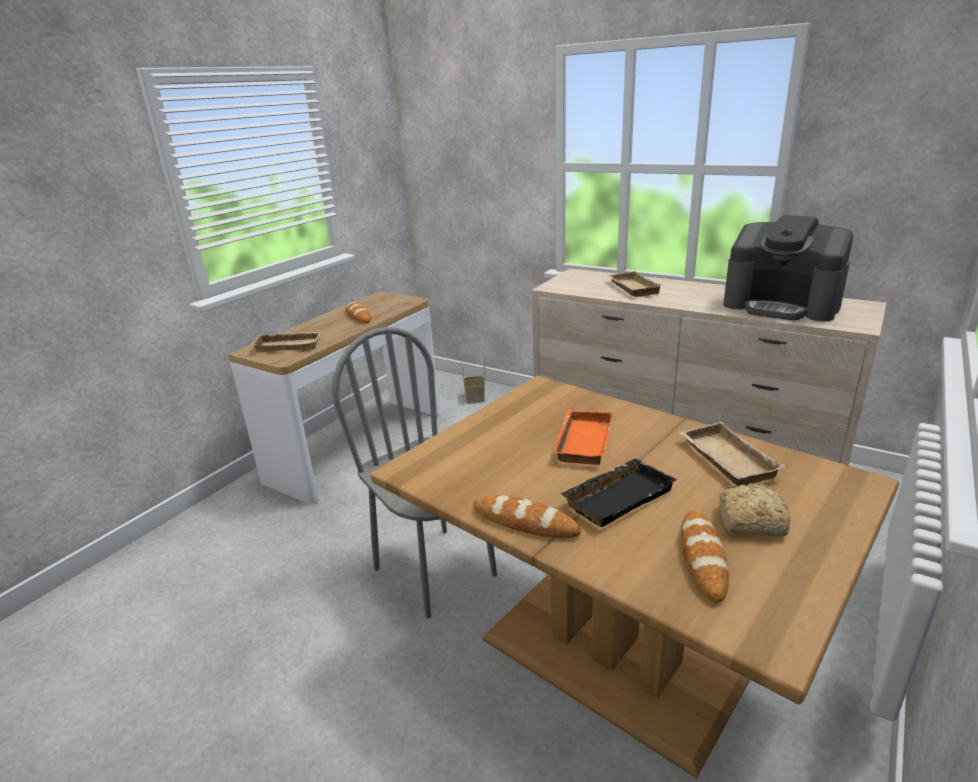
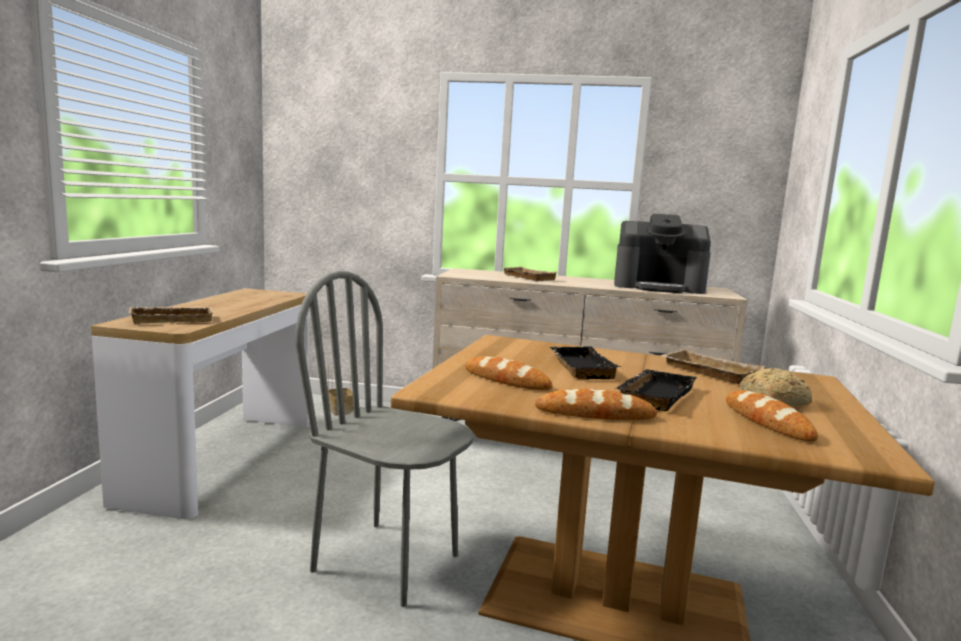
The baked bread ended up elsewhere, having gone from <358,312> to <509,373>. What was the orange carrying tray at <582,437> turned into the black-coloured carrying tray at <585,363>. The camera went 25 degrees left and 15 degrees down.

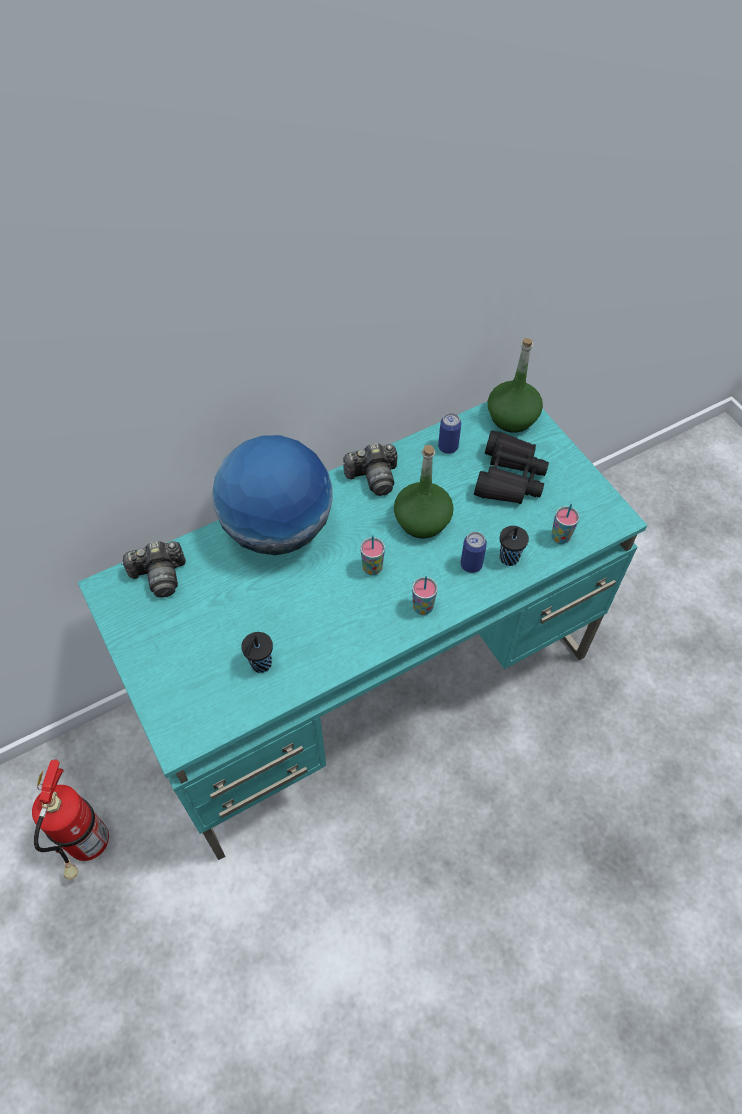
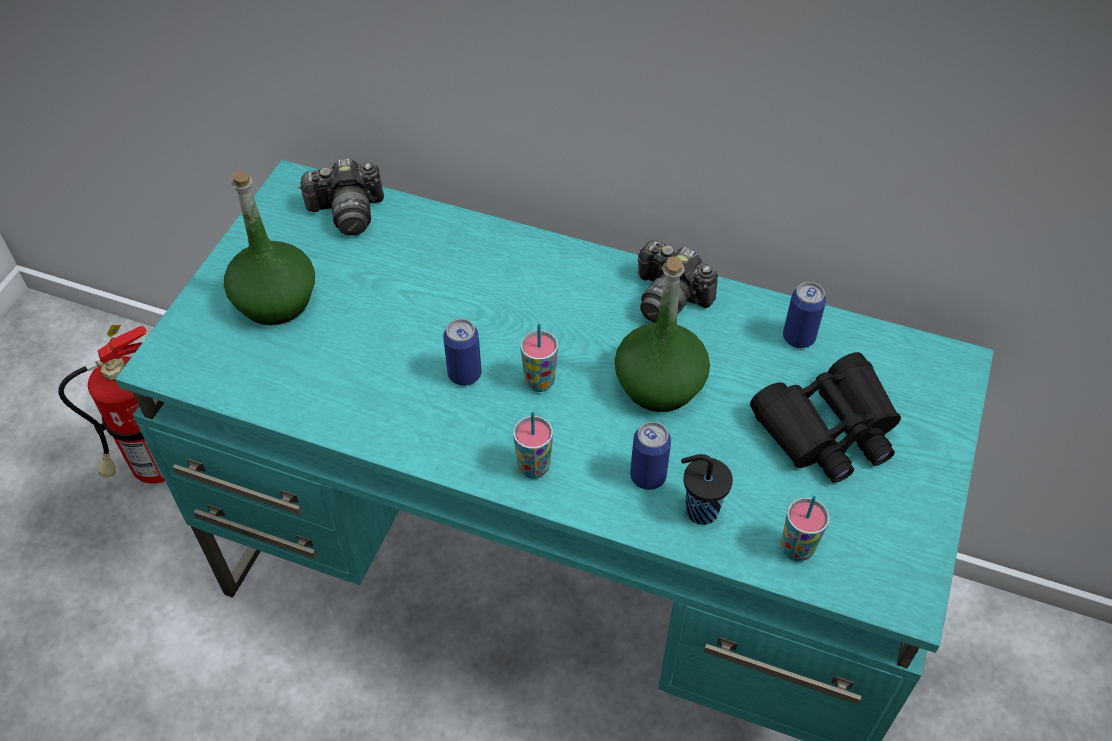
The photo camera at <153,569> ended up facing another way, 45 degrees counterclockwise from before. The second view lost the desk globe at <272,495>. The second view lost the black-coloured cup at <257,652>. The greenish bottle ended up elsewhere, having gone from <515,385> to <269,248>. The second view gained the sealed can at <462,352>. The camera went 50 degrees right and 5 degrees down.

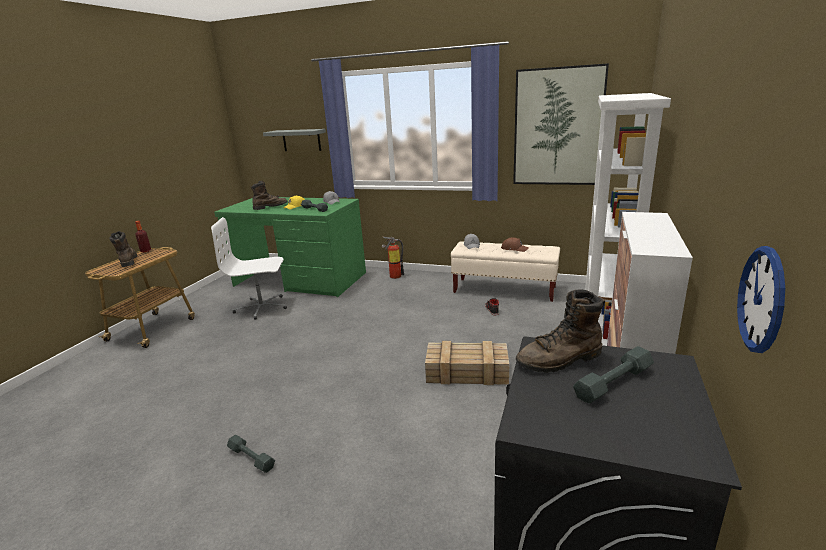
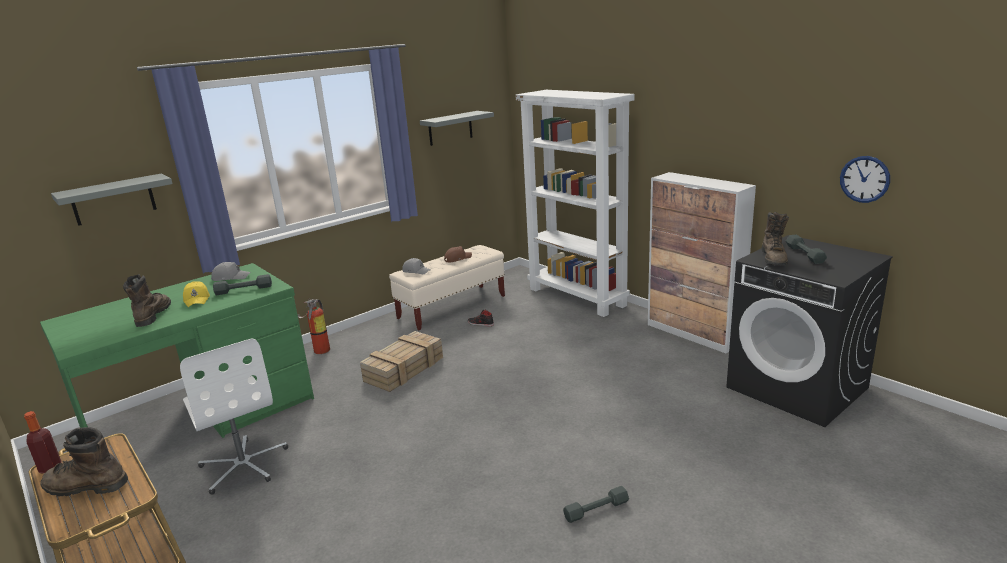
The whitish computer chair at <249,268> ended up facing another way, 60 degrees counterclockwise from before. The crate ended up elsewhere, having gone from <467,363> to <401,361>. Where the wall art hung at <561,124>, the gray wall shelf came to hang at <457,128>. The camera went 60 degrees left and 0 degrees up.

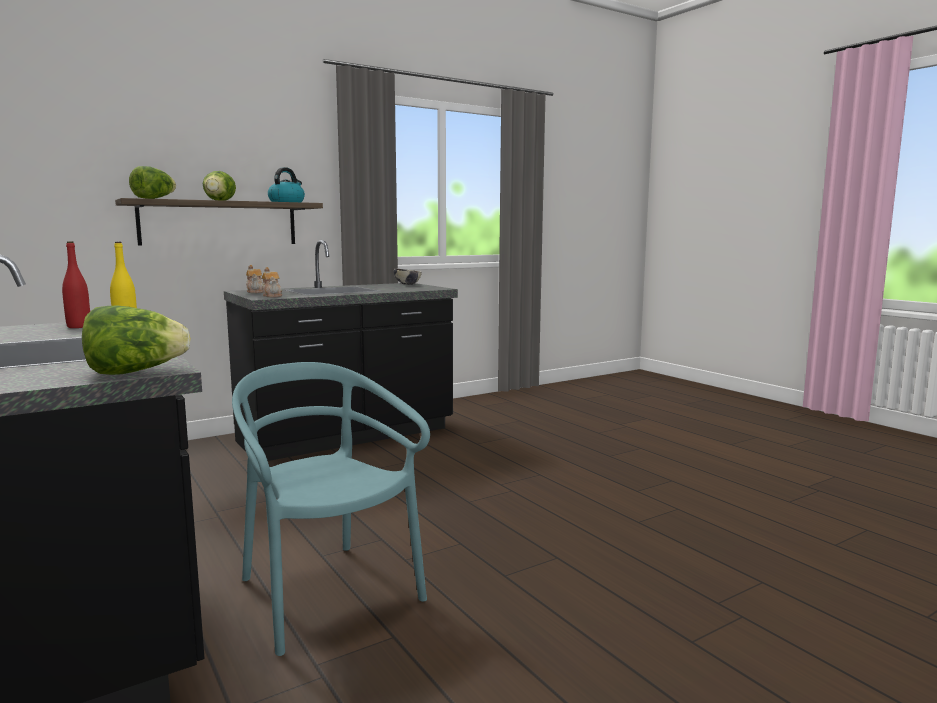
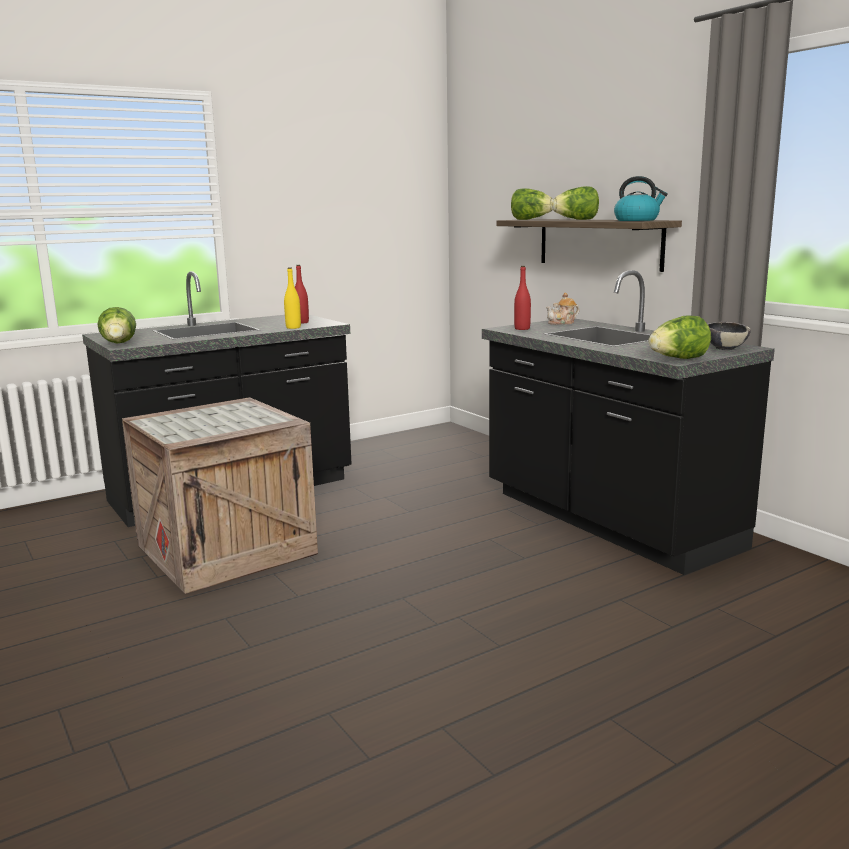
Where the turquoise-coloured upright chair stood at <331,509>, the crate came to stand at <220,495>. Where the teapot stood at <272,282>, the red bottle came to stand at <522,298>. The second view gained the head of lettuce at <679,337>. The camera went 90 degrees right and 5 degrees up.

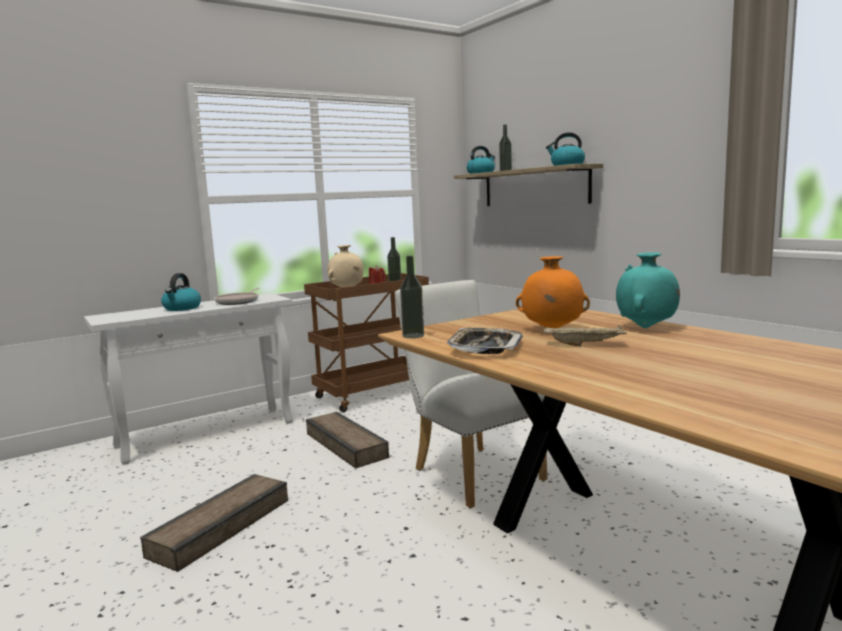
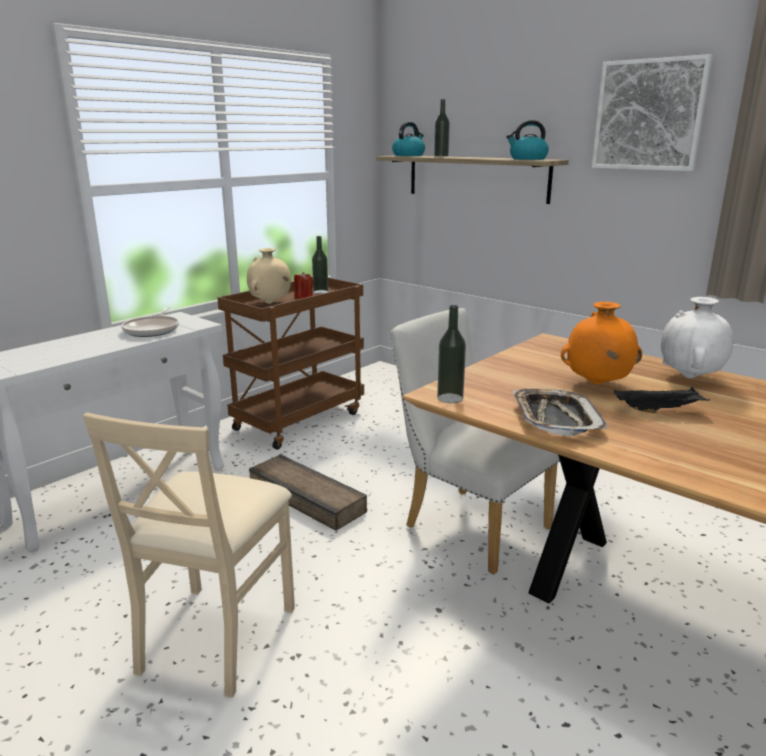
Where the crate stood at <214,523>, the beige-coloured upright chair came to stand at <189,555>. The second view lost the tea kettle at <181,292>. What was the beige-coloured carrying tray at <585,335> turned into the black-coloured carrying tray at <662,400>. What was the turquoise-coloured vase at <648,290> turned into the whitish vase at <697,337>. The second view gained the wall art at <652,112>. The camera went 15 degrees left and 10 degrees up.

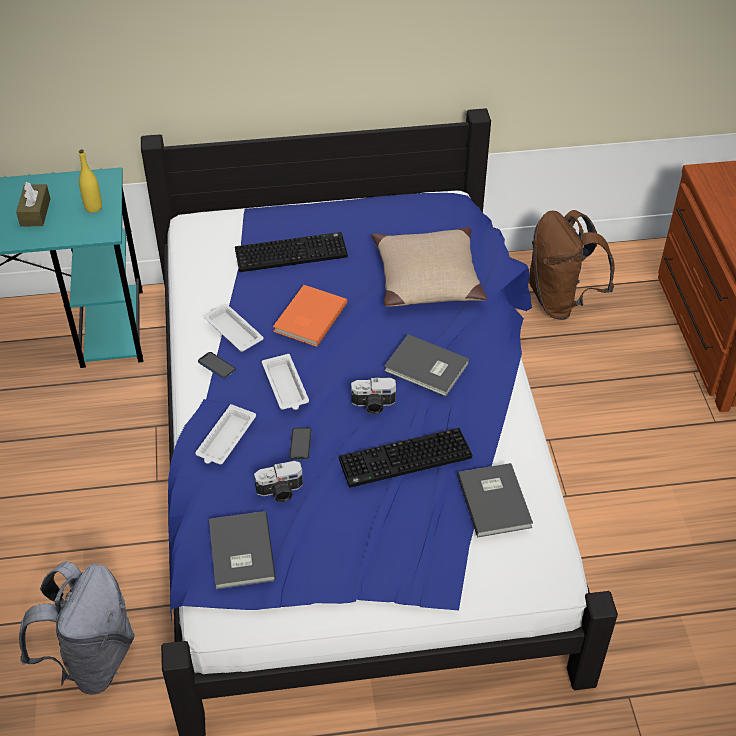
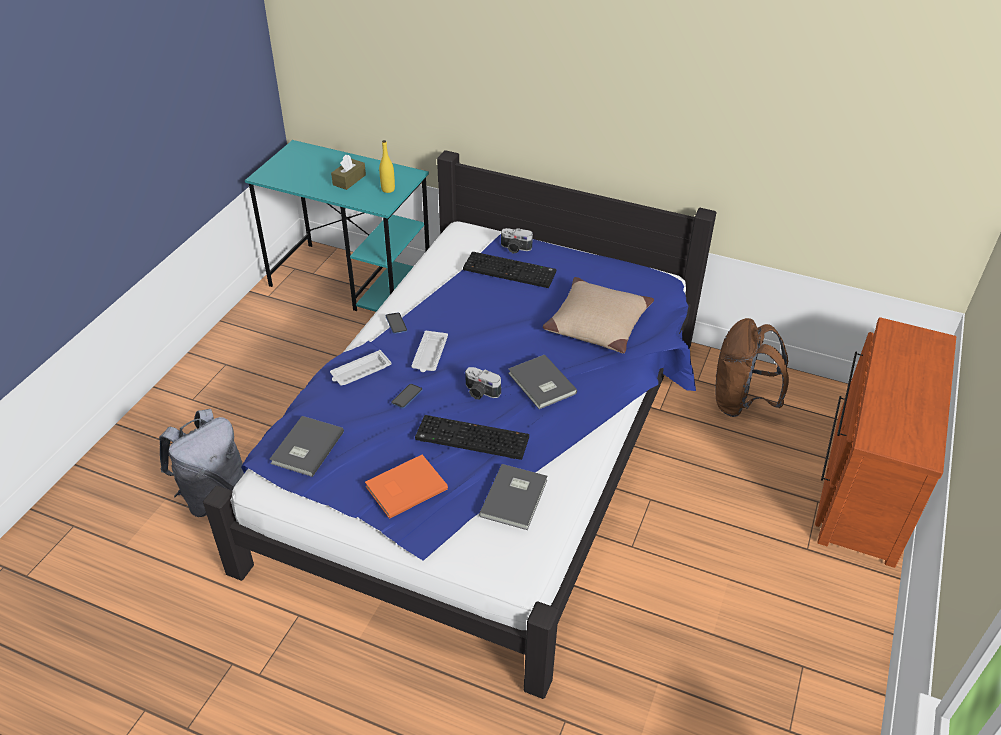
The second view lost the whitish carrying tray at <234,328>. The photo camera ended up elsewhere, having gone from <278,481> to <517,241>. The orange book ended up elsewhere, having gone from <310,316> to <406,487>. The camera went 30 degrees right and 5 degrees down.

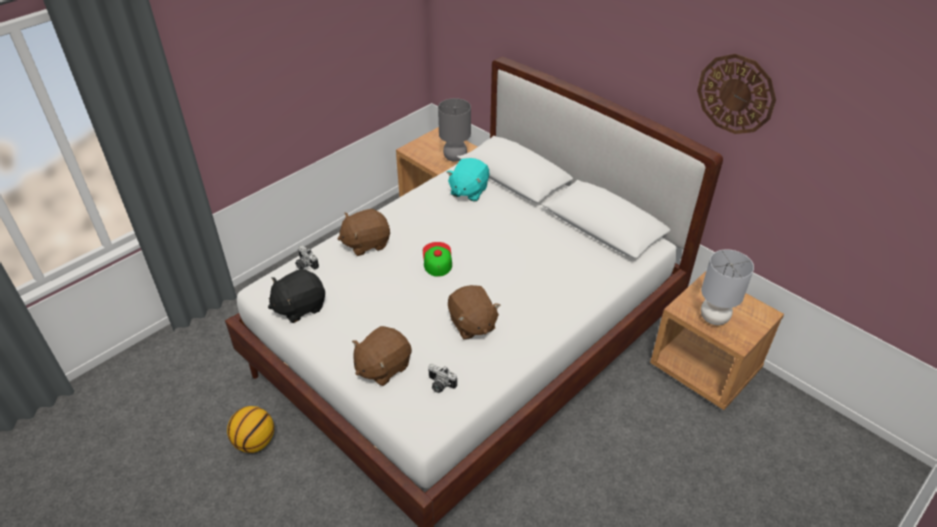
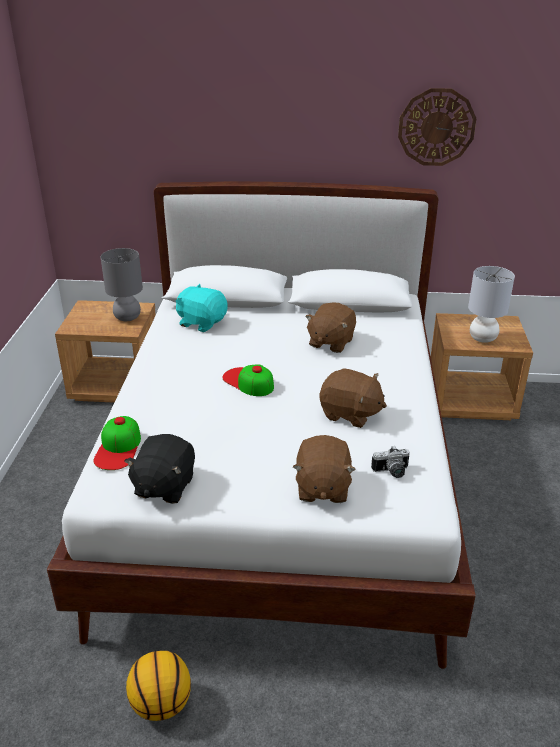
Where the photo camera stood at <307,257>, the peaked cap came to stand at <117,443>. The brown-coloured soft toy ended up elsewhere, having gone from <364,232> to <330,327>. The turquoise-coloured soft toy at <468,179> ended up facing another way, 135 degrees clockwise from before. The camera went 40 degrees left and 10 degrees down.

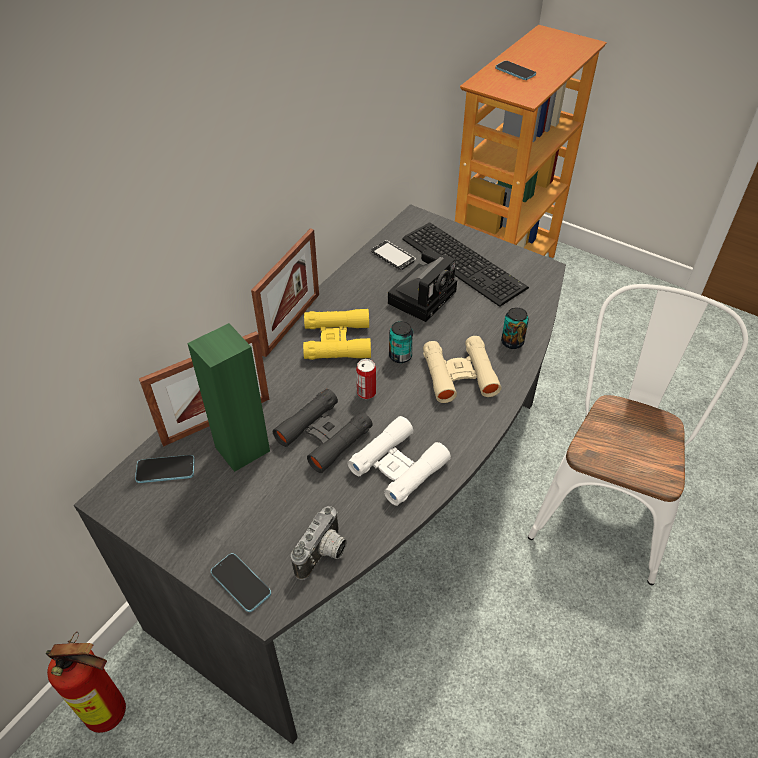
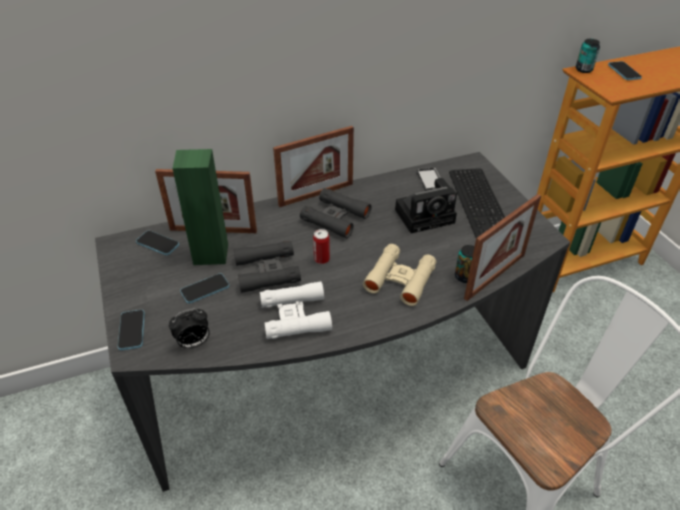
The second view lost the extinguisher at <86,682>. Where the photo camera stood at <319,543>, the table clock came to stand at <189,329>. What was the yellow-coloured binoculars at <337,334> turned into the black-coloured binoculars at <335,213>. The sealed can ended up elsewhere, having gone from <401,342> to <588,56>. The second view gained the telephone at <204,288>. The second view gained the picture frame at <502,247>. The camera went 35 degrees right and 5 degrees down.

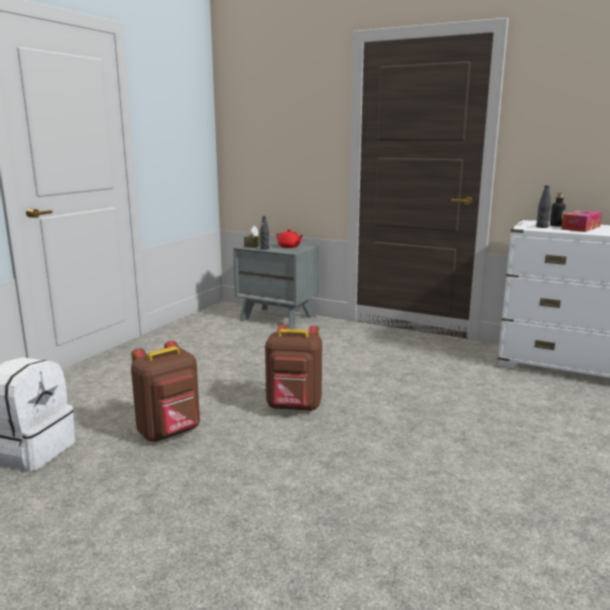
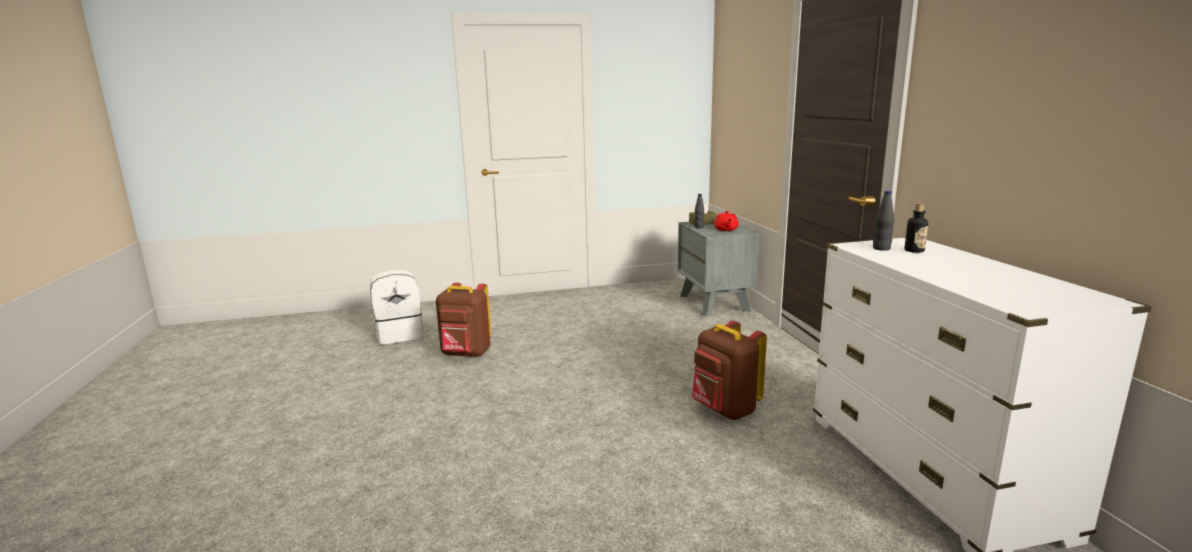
The brown-coloured rucksack ended up elsewhere, having gone from <293,367> to <729,370>. The second view lost the tissue holder at <581,221>. The camera went 50 degrees right and 0 degrees up.

